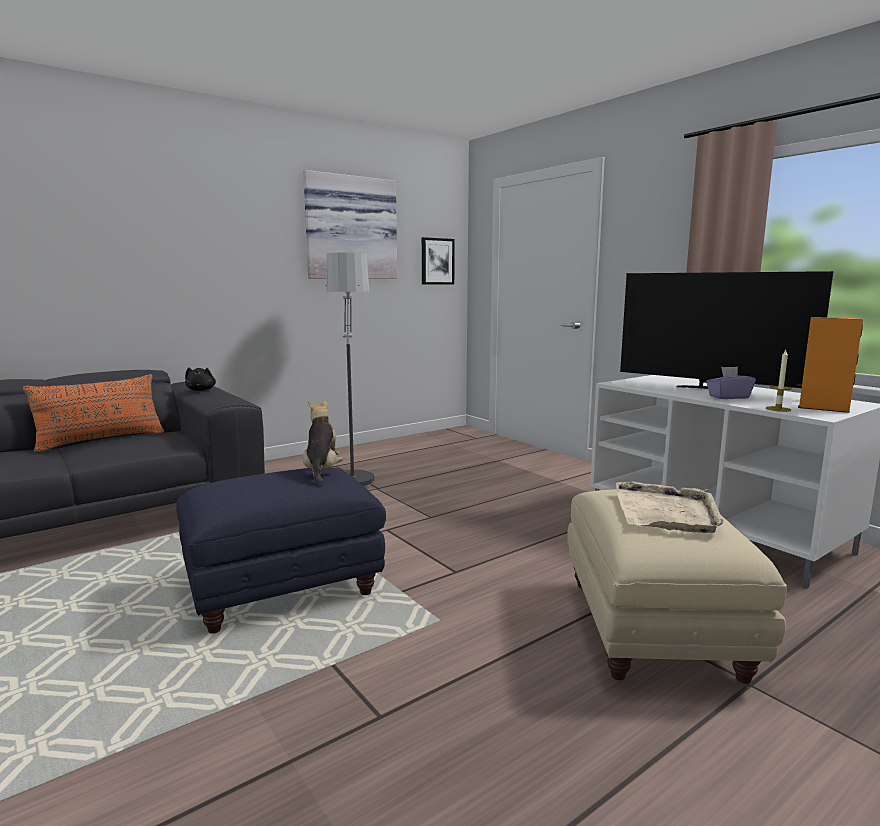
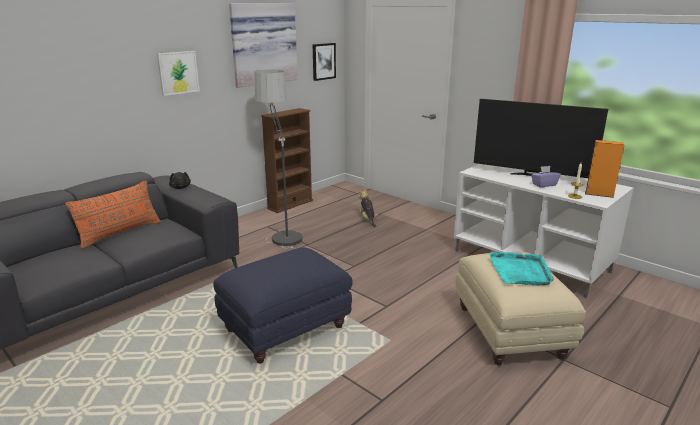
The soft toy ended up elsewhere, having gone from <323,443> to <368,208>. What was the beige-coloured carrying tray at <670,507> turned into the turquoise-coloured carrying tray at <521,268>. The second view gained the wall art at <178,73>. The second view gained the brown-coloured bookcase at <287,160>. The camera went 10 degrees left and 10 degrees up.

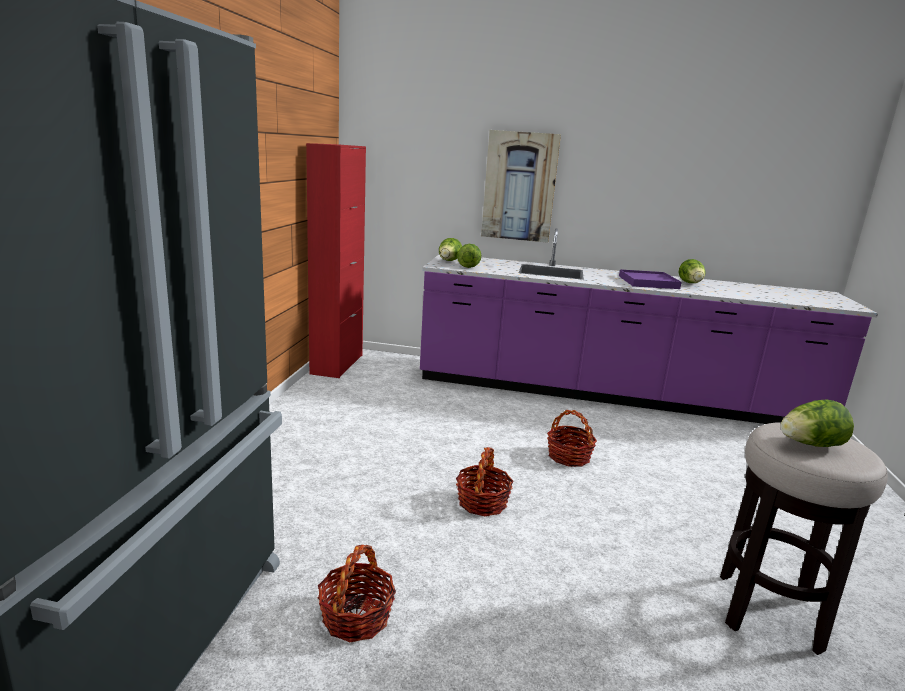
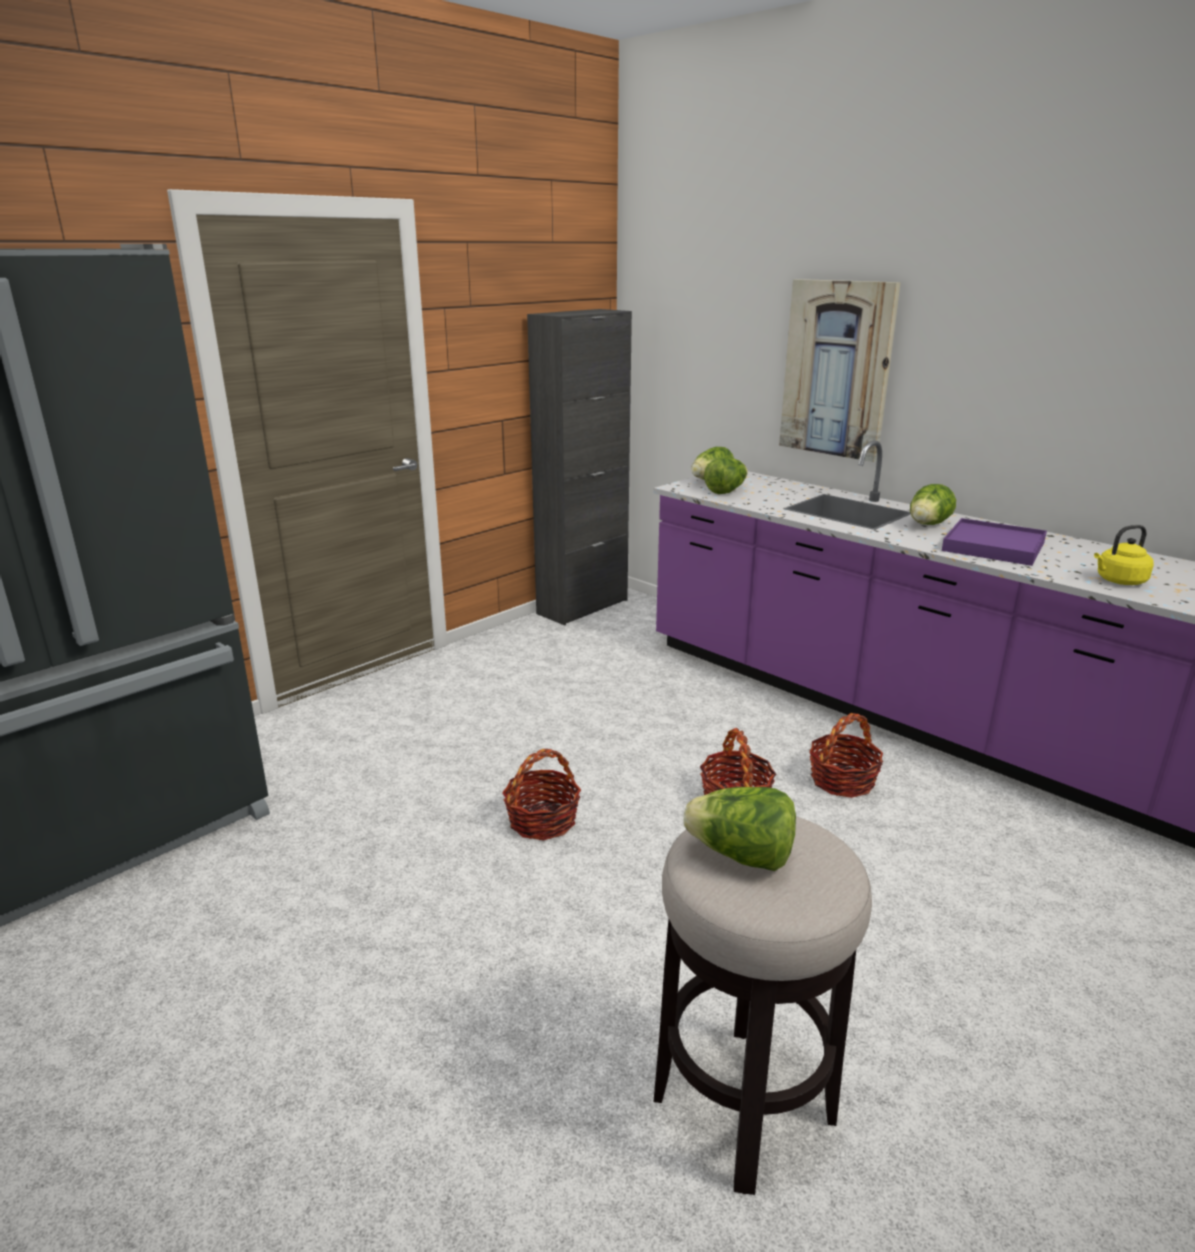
What was the red cupboard at <336,260> turned into the black-coloured cupboard at <579,467>. The basket ended up elsewhere, having gone from <357,593> to <846,755>. The head of lettuce ended up elsewhere, having gone from <692,271> to <933,504>. The second view gained the yellow-coloured tea kettle at <1124,555>. The camera went 35 degrees right and 5 degrees up.

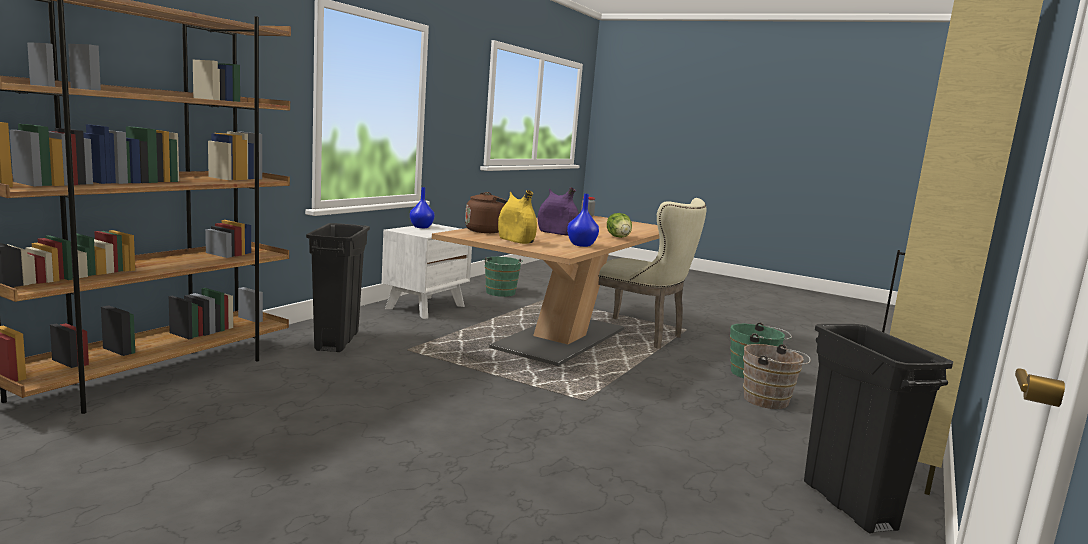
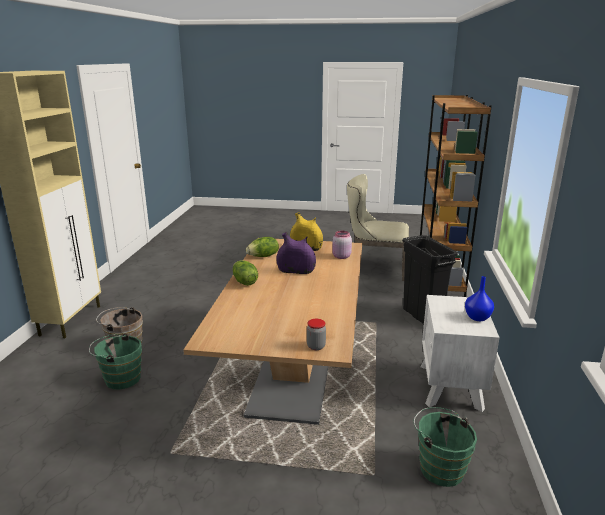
Where the brown-coloured tea kettle stood at <486,212>, the pinkish jar came to stand at <342,245>. Where the blue-coloured vase stood at <583,220>, the head of lettuce came to stand at <262,247>. The beige-coloured upright chair ended up elsewhere, having gone from <652,273> to <378,227>. The second view lost the black-coloured trash can at <878,429>. The camera went 160 degrees right and 10 degrees up.

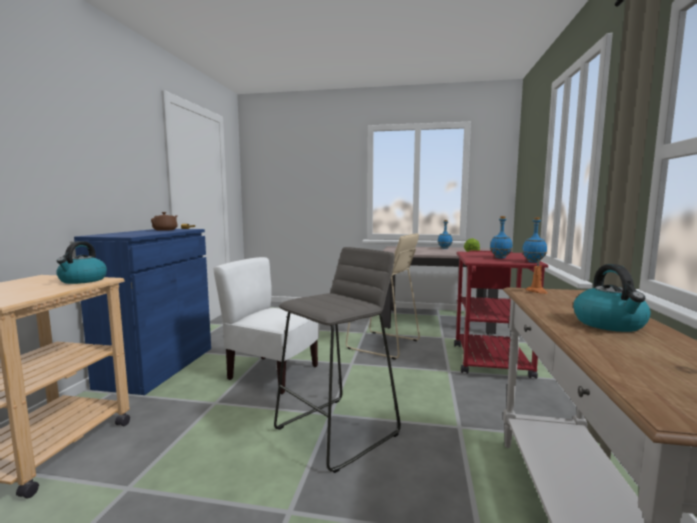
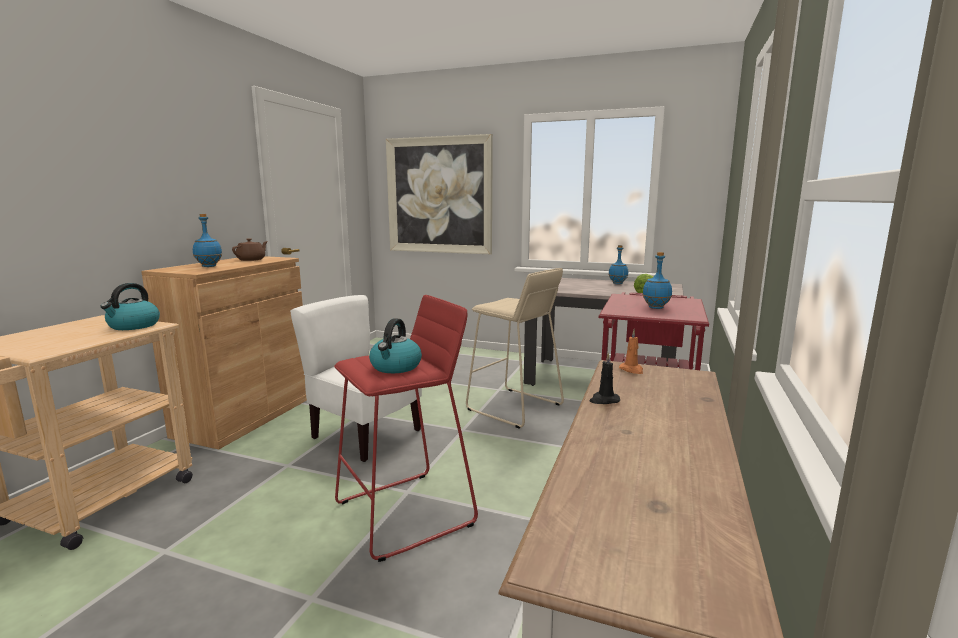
What was the blue-coloured cupboard at <142,312> turned into the brown-coloured cupboard at <224,352>. What was the gray stool seat at <337,360> turned into the red stool seat at <406,428>. The blue-coloured bottle ended up elsewhere, having gone from <534,240> to <207,240>. The tea kettle ended up elsewhere, having gone from <612,298> to <395,345>. The second view gained the wall art at <439,194>. The second view gained the black-coloured candle at <604,378>. The camera went 10 degrees right and 5 degrees up.

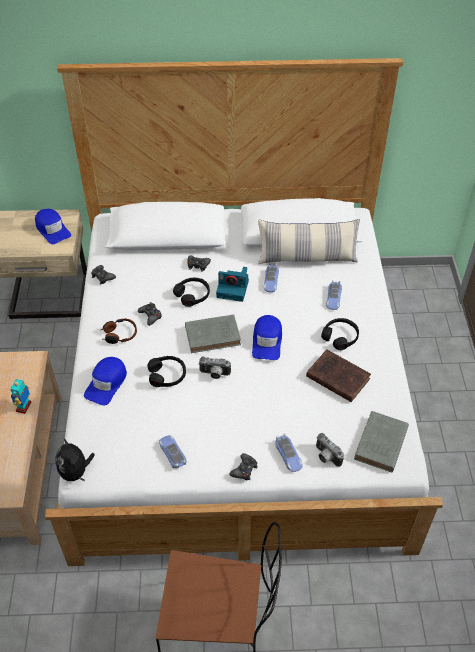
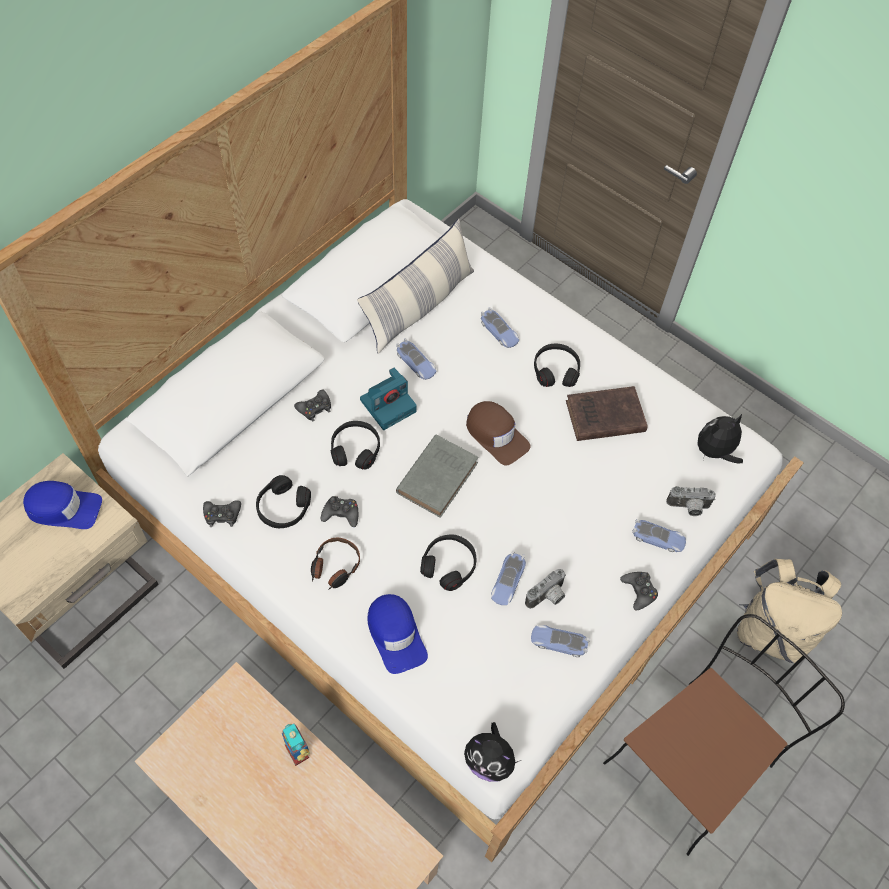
The photo camera ended up elsewhere, having gone from <215,367> to <545,589>. What was the blue-coloured peaked cap at <267,337> turned into the brown-coloured peaked cap at <498,433>. Where the gray book stood at <381,441>, the soft toy came to stand at <720,438>. The second view gained the black-coloured headset at <283,501>. The second view gained the toy car at <508,578>. The second view gained the beige-coloured rucksack at <789,611>. The camera went 50 degrees left and 10 degrees up.

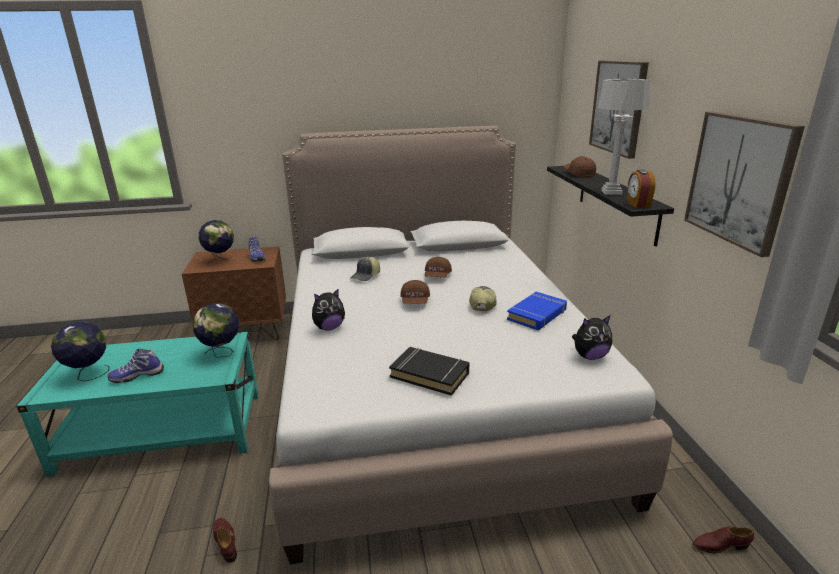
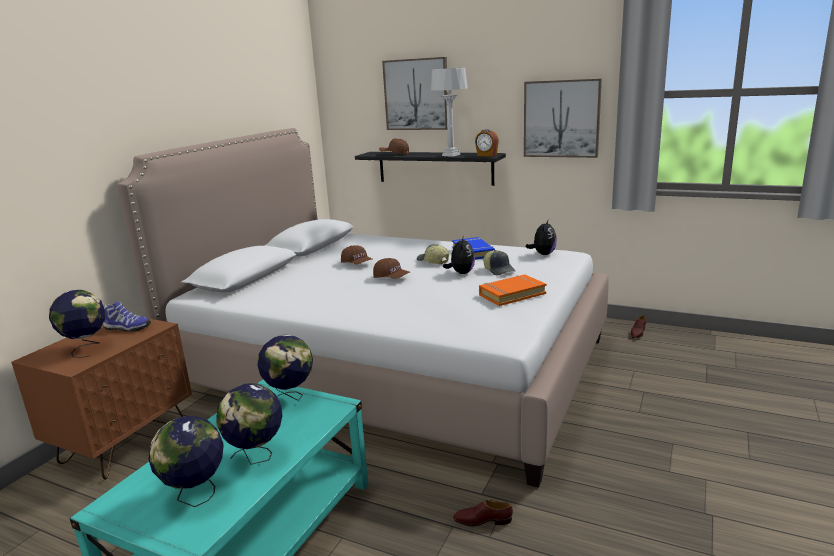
Where the shoe stood at <136,366>, the desk globe came to stand at <249,424>. The soft toy ended up elsewhere, having gone from <328,309> to <459,254>. The peaked cap ended up elsewhere, having gone from <365,269> to <499,262>. What was the black-coloured book at <429,371> turned into the orange book at <512,290>. The camera went 55 degrees left and 5 degrees down.

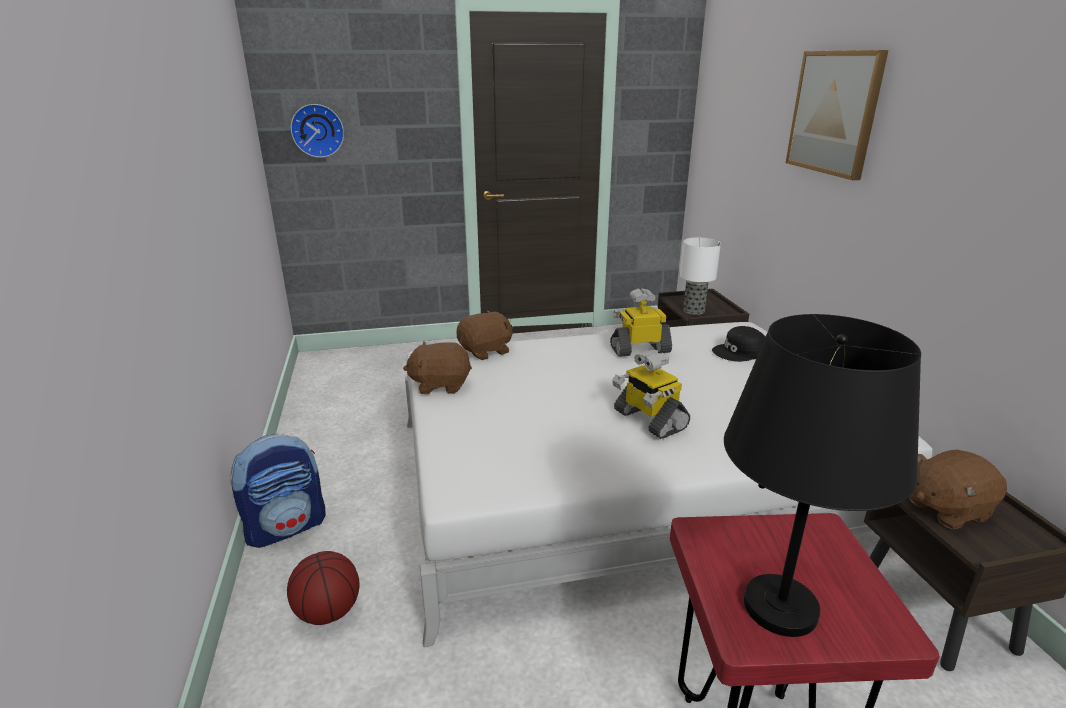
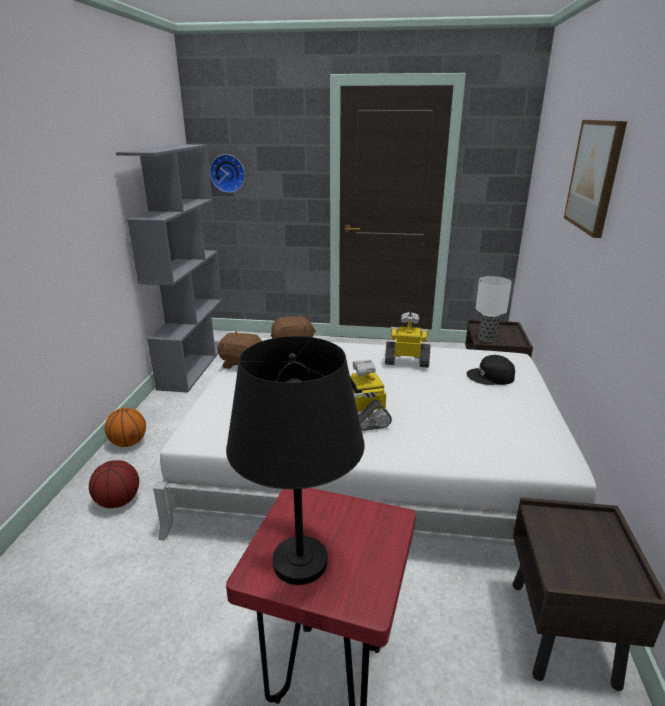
Where the rucksack stood at <278,491>, the basketball came to stand at <125,427>. The second view lost the brown-coloured soft toy at <957,489>. The second view gained the gray bookcase at <169,268>. The camera went 20 degrees right and 0 degrees up.

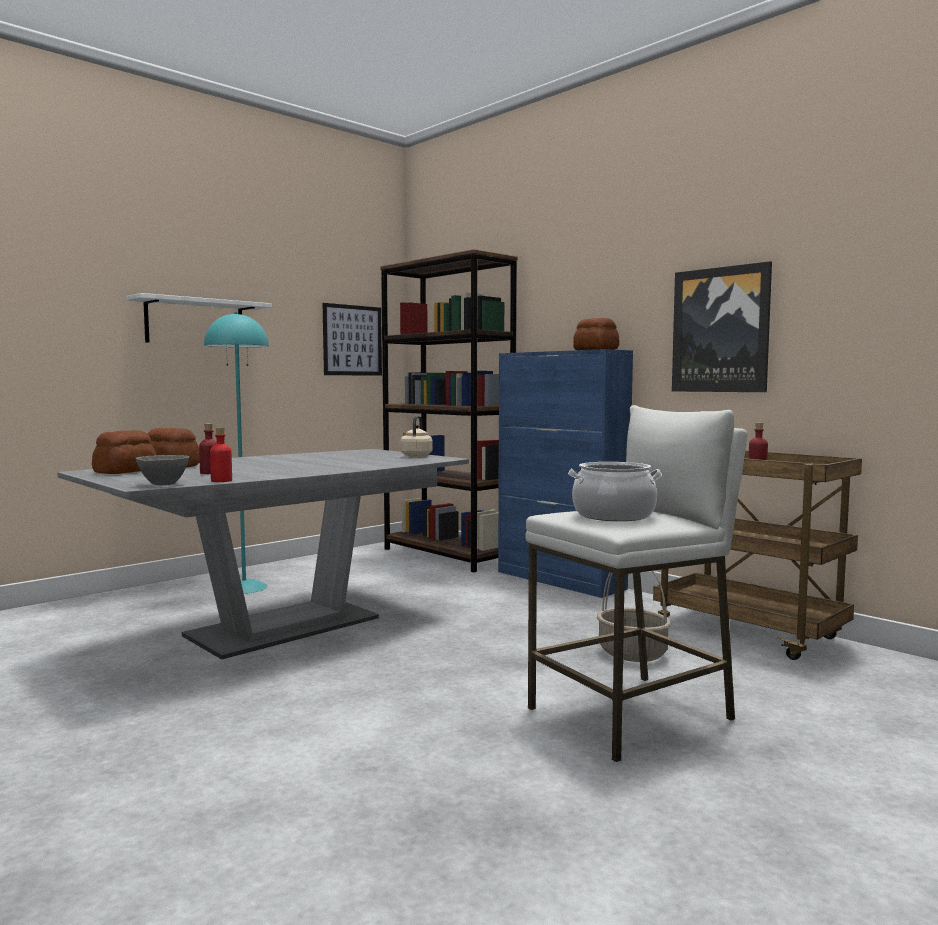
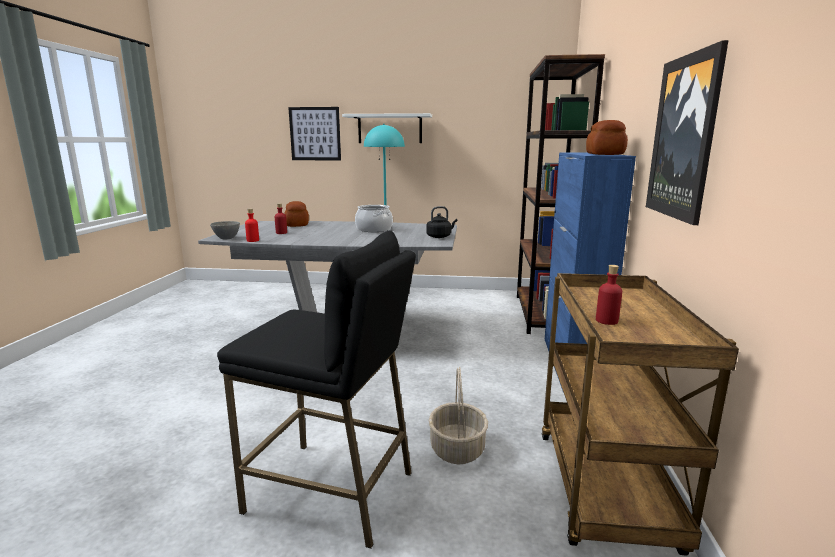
The second view lost the baked bread at <124,452>. The wall art ended up elsewhere, having gone from <352,339> to <314,133>. What was the beige-coloured tea kettle at <416,436> turned into the black-coloured tea kettle at <442,222>. What was the whitish stool seat at <636,583> turned into the black-coloured stool seat at <316,389>. The cooking pot ended up elsewhere, having gone from <615,491> to <374,218>. The camera went 50 degrees right and 10 degrees up.

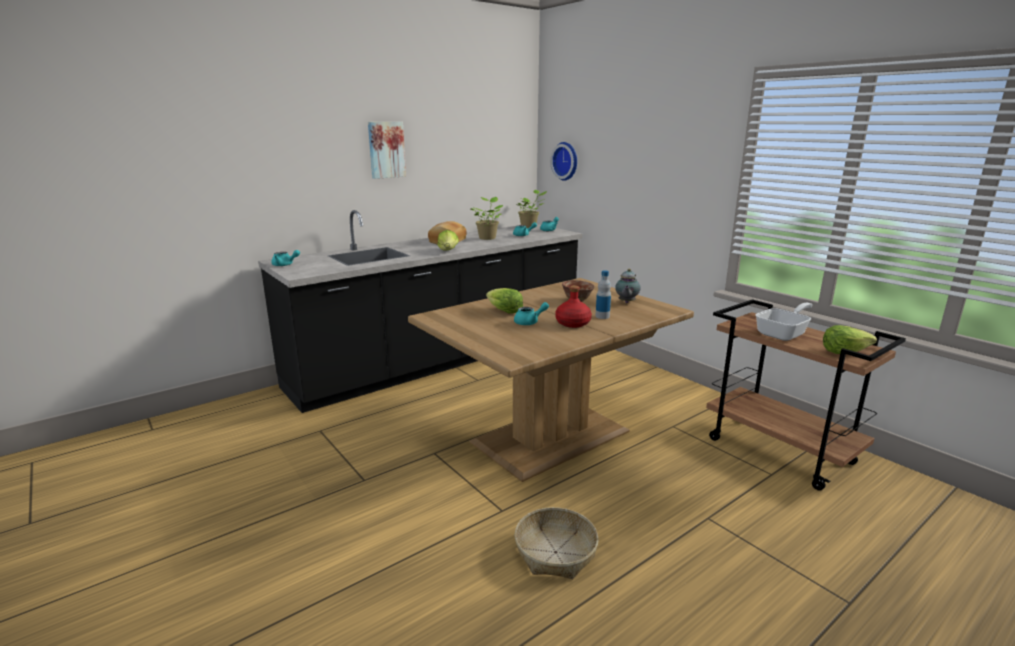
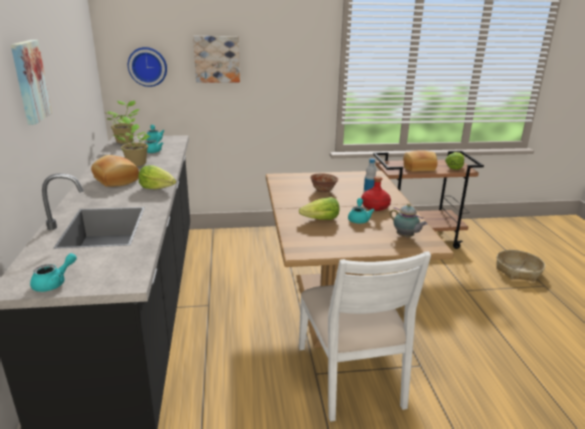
The basket ended up elsewhere, having gone from <556,543> to <520,266>. The teapot ended up elsewhere, having gone from <628,286> to <409,220>. Where the pan stood at <784,322>, the baked bread came to stand at <420,160>. The second view gained the wall art at <216,59>. The second view gained the whitish upright chair at <365,336>. The camera went 60 degrees left and 5 degrees up.

